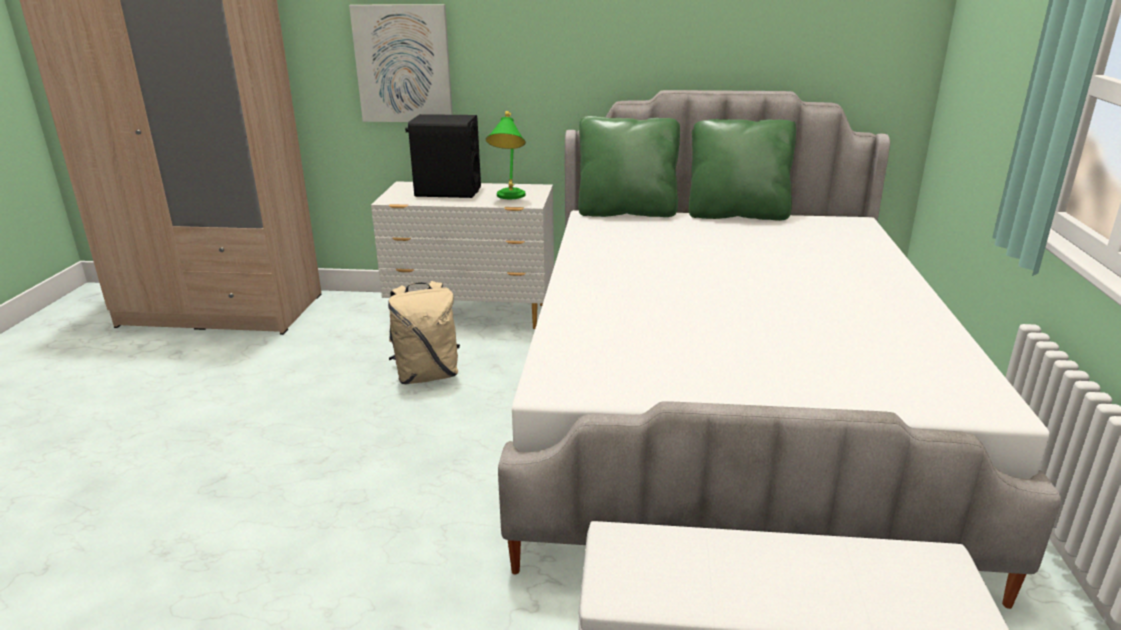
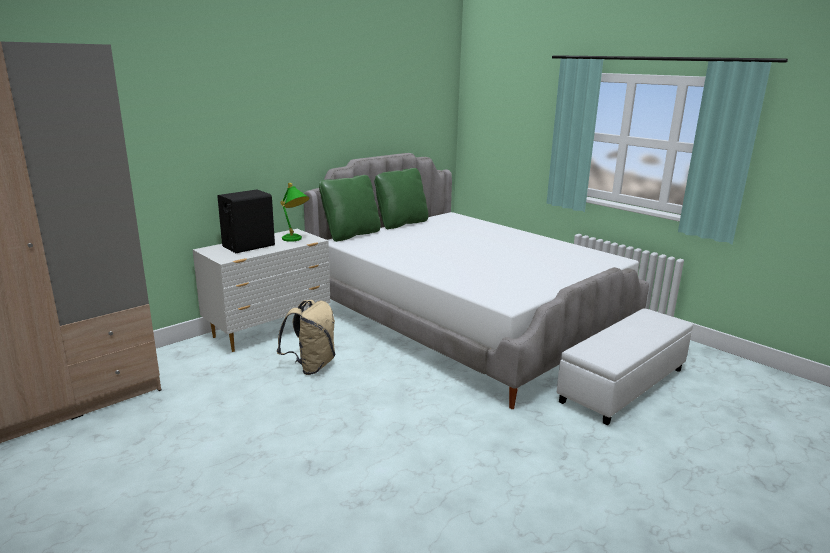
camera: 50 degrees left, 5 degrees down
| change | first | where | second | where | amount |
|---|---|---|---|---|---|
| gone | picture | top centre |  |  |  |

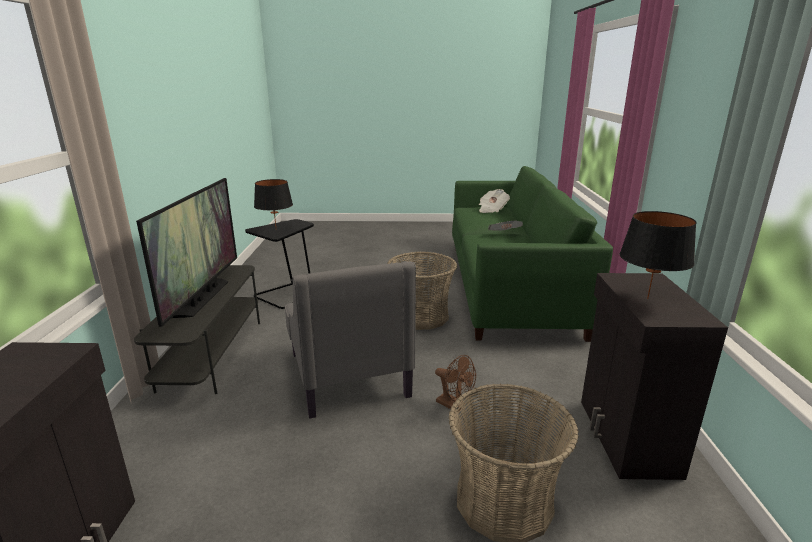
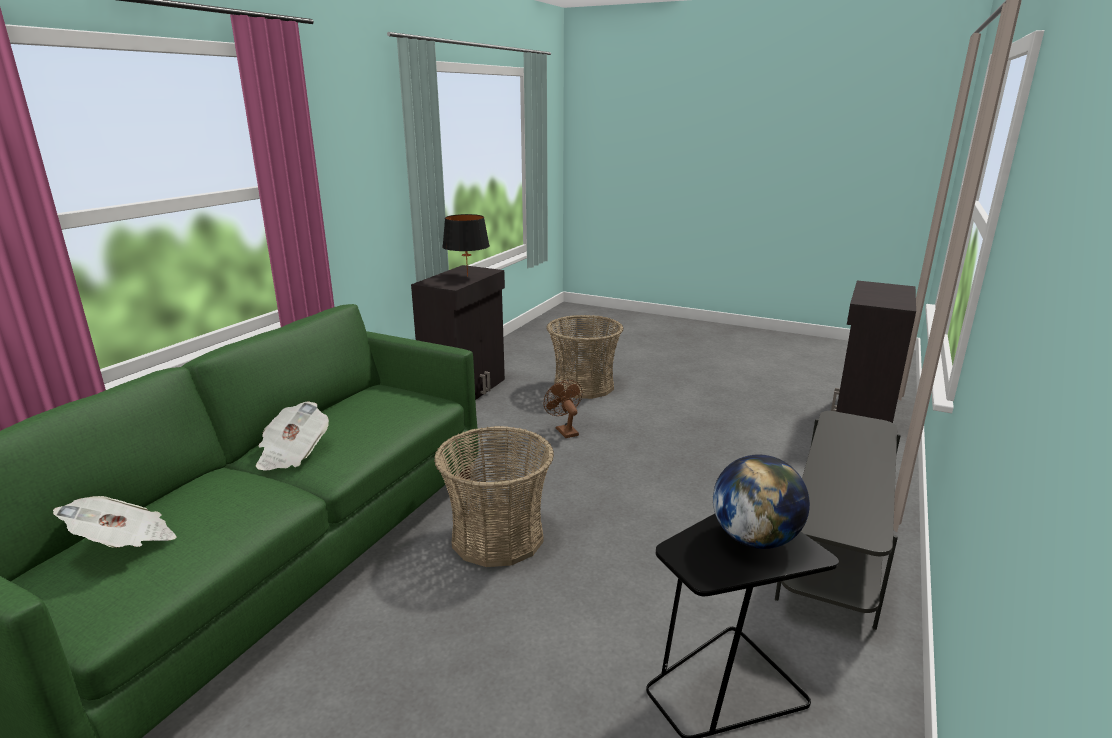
camera: 155 degrees left, 0 degrees up
| change | first | where | second | where | amount |
|---|---|---|---|---|---|
| gone | television | middle left |  |  |  |
| gone | grey armchair | centre |  |  |  |
| swapped | black table lamp (no. 1 from left) | centre | globe | bottom right |  |

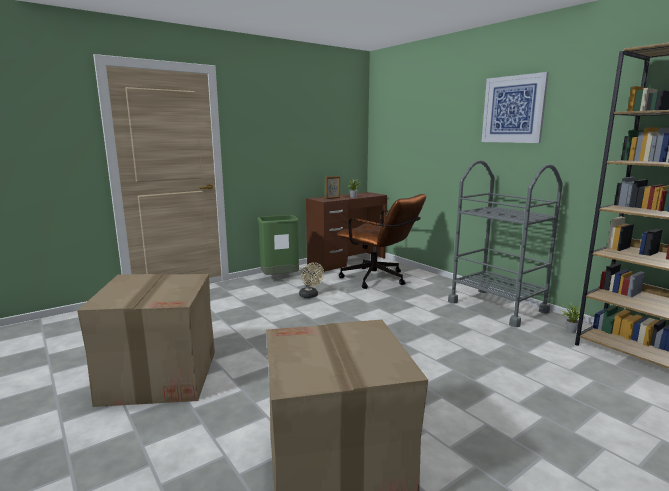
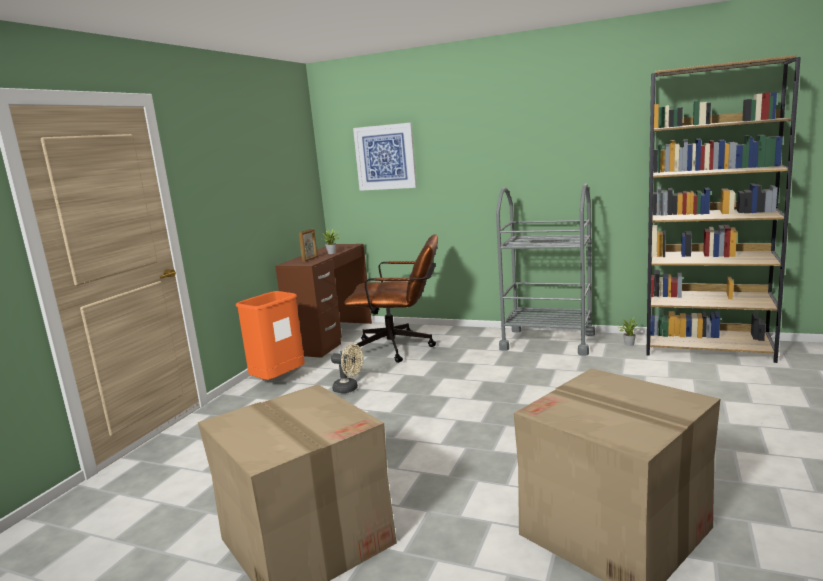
camera: 30 degrees left, 0 degrees up
| change | first | where | second | where | amount |
|---|---|---|---|---|---|
| shifted | picture | top right |  | top centre |  |
| repainted | green trash can | centre | orange trash can | middle left |  |

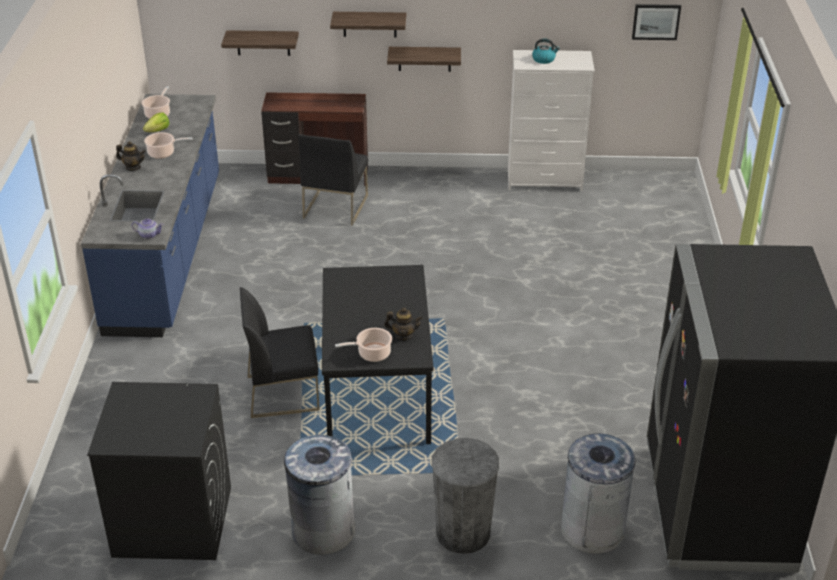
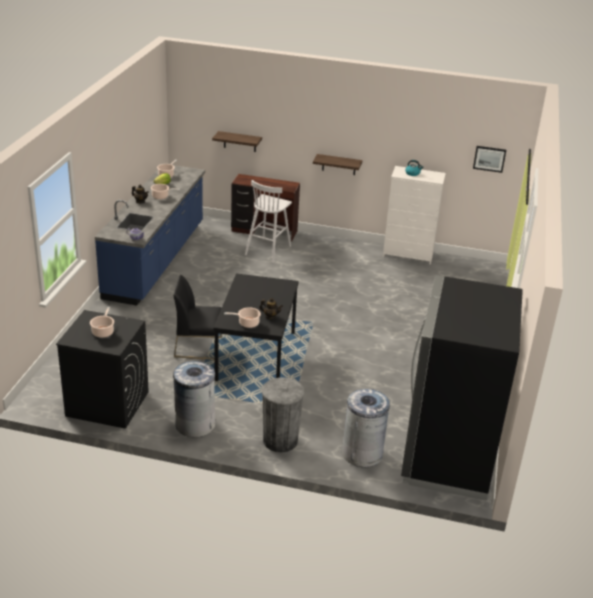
camera: 10 degrees right, 5 degrees down
| change | first | where | second | where | amount |
|---|---|---|---|---|---|
| gone | shelf (no. 2 from left) | top centre |  |  |  |
| new |  |  | cooking pot (no. 1 from left) | middle left |  |
| swapped | black chair (no. 2 from left) | top centre | white stool | centre |  |

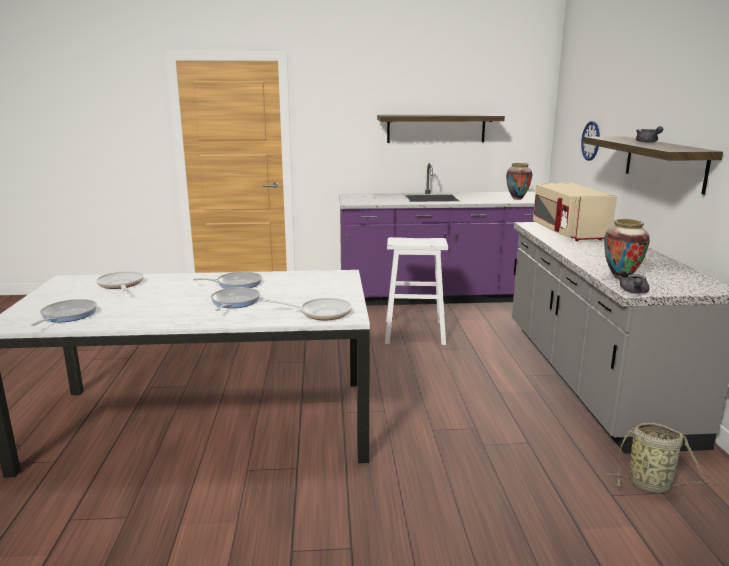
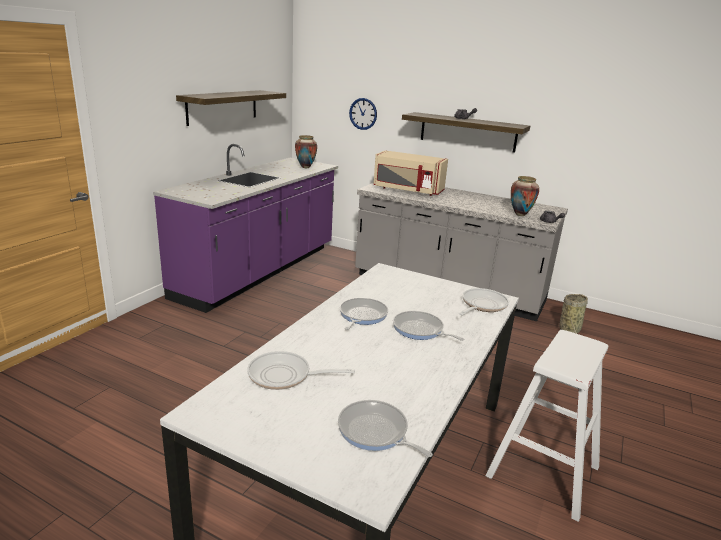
camera: 60 degrees left, 5 degrees up
| change | first | where | second | where | amount |
|---|---|---|---|---|---|
| shifted | white stool | centre |  | bottom right |  |

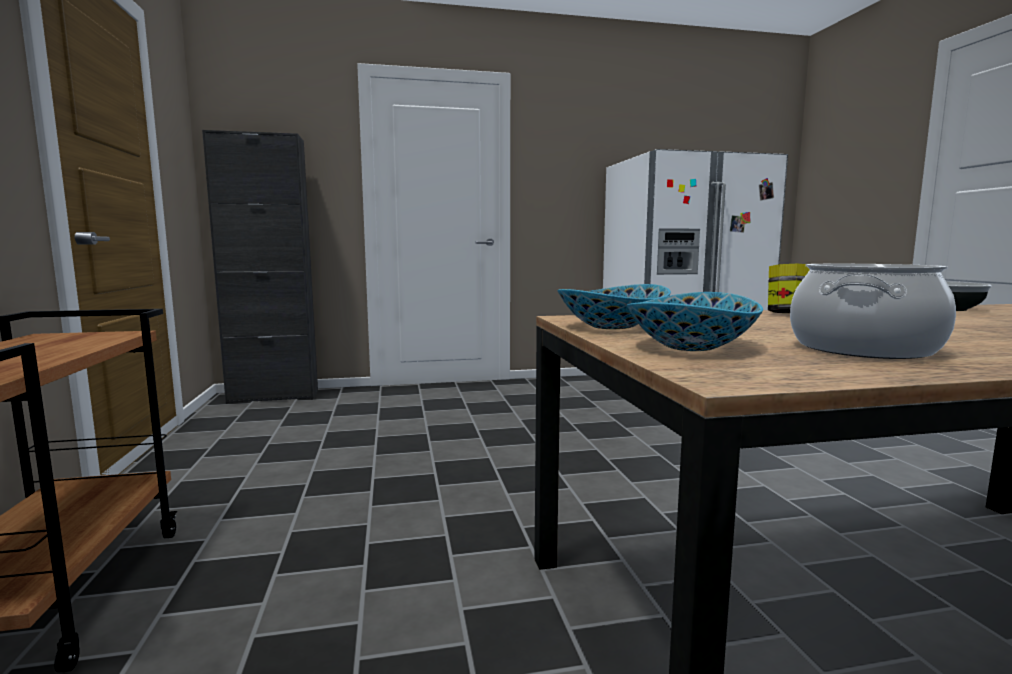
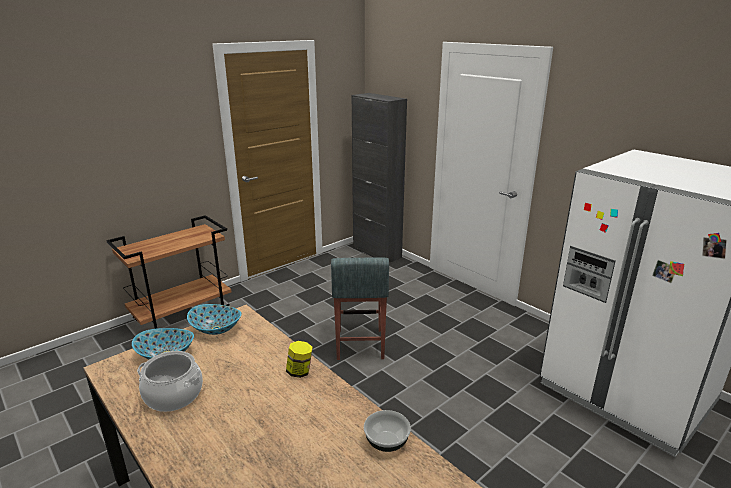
camera: 60 degrees right, 15 degrees up
| change | first | where | second | where | amount |
|---|---|---|---|---|---|
| new |  |  | grey stool | centre |  |

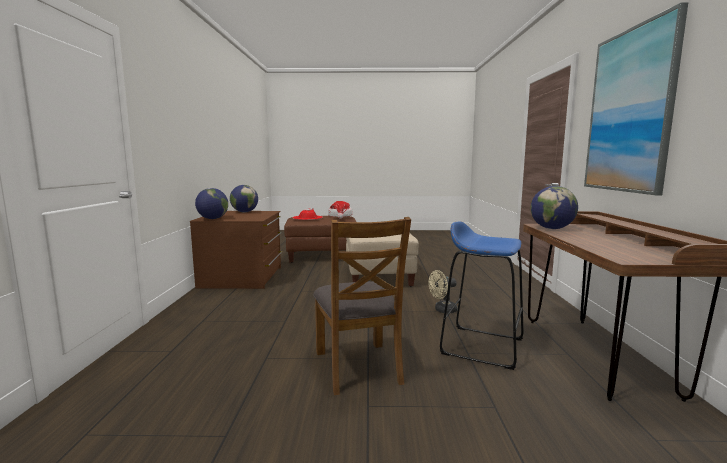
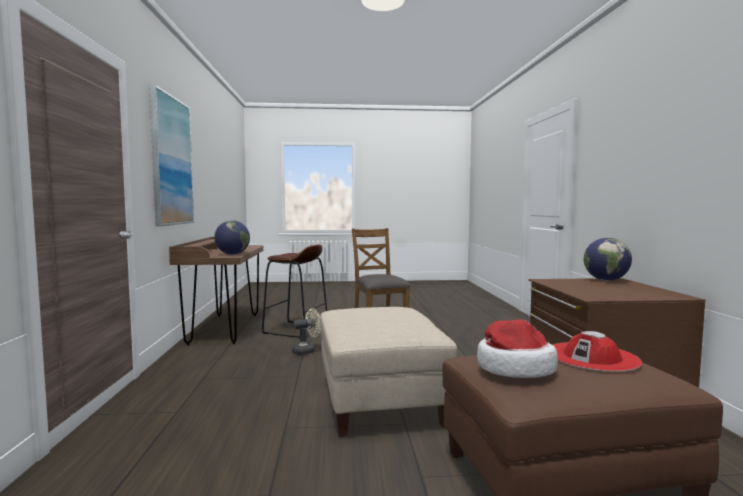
camera: 175 degrees right, 5 degrees down
| change | first | where | second | where | amount |
|---|---|---|---|---|---|
| gone | globe (no. 2 from left) | centre |  |  |  |
| repainted | blue stool | centre | brown stool | centre |  |

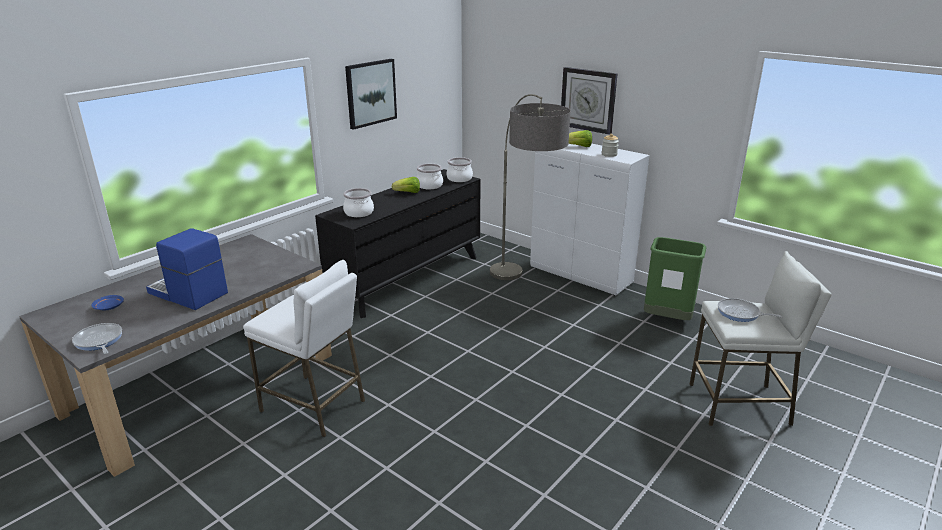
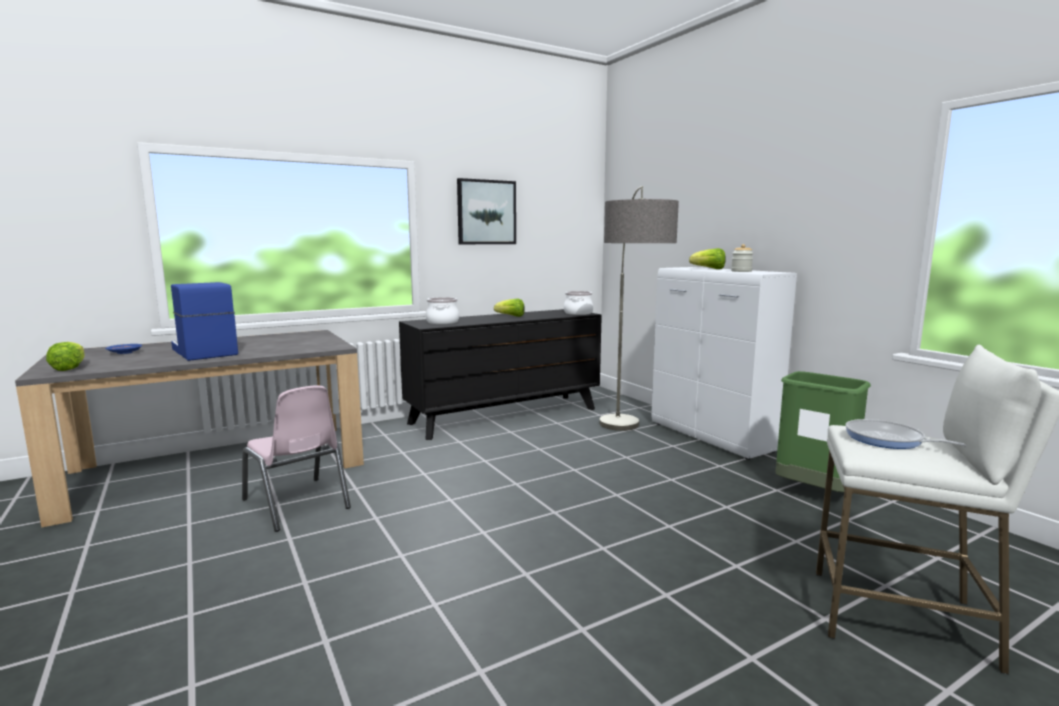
camera: 20 degrees right, 15 degrees down
| change | first | where | second | where | amount |
|---|---|---|---|---|---|
| gone | cooking pot (no. 2 from left) | top centre |  |  |  |
| gone | wall clock | top centre |  |  |  |
| swapped | frying pan (no. 1 from left) | middle left | lettuce (no. 1 from left) | middle left |  |
| swapped | white stool (no. 1 from left) | middle left | pink chair | middle left |  |

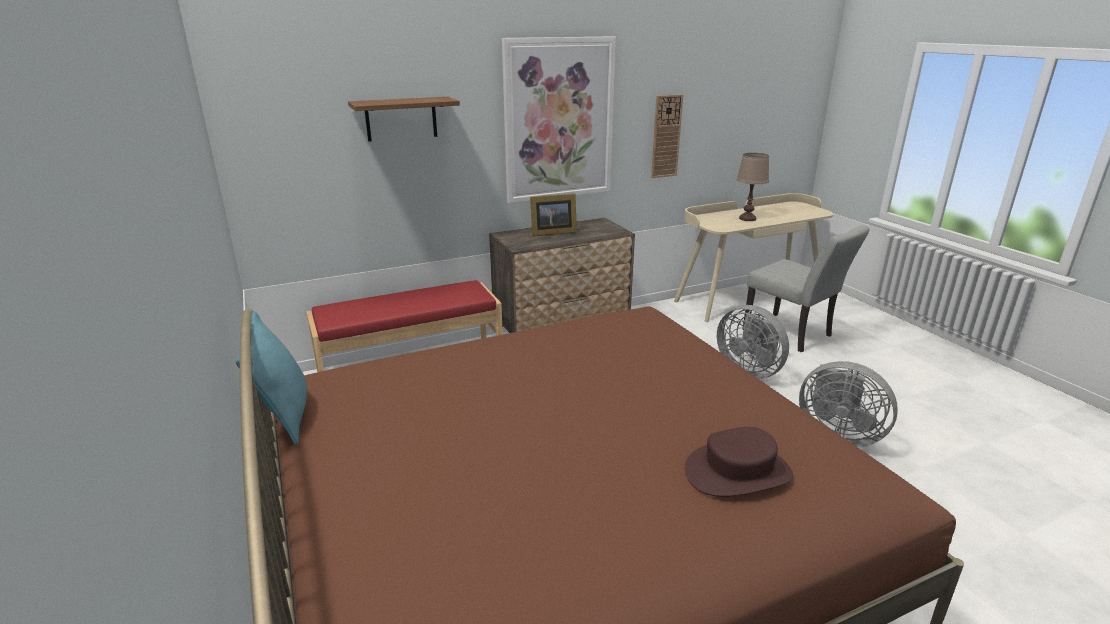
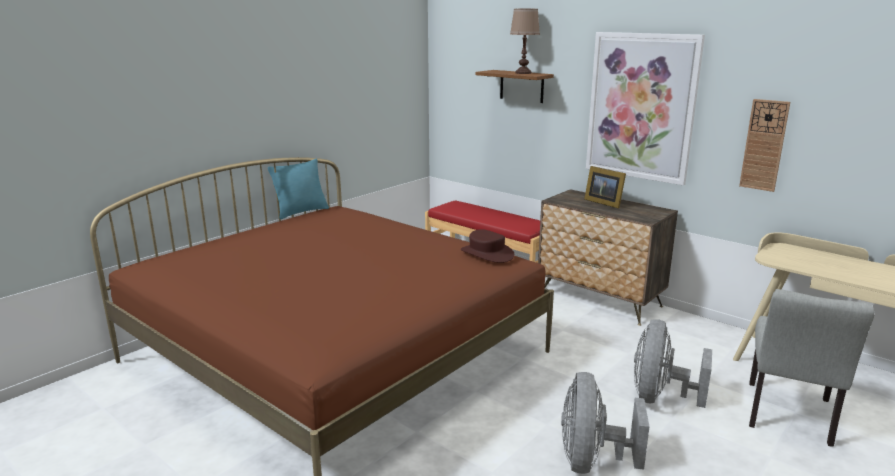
camera: 65 degrees right, 5 degrees down
| change | first | where | second | where | amount |
|---|---|---|---|---|---|
| shifted | brown hat | bottom centre |  | centre |  |
| shifted | brown table lamp | top right |  | top centre |  |

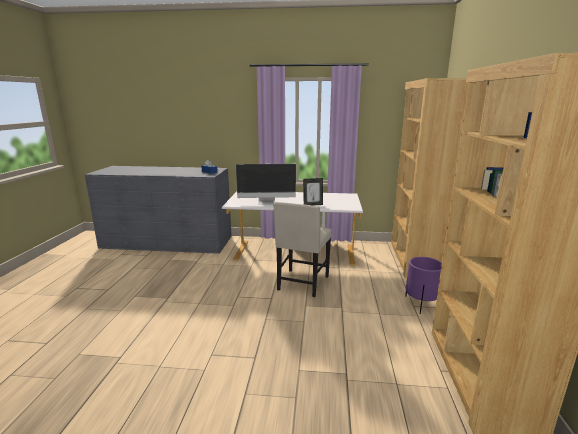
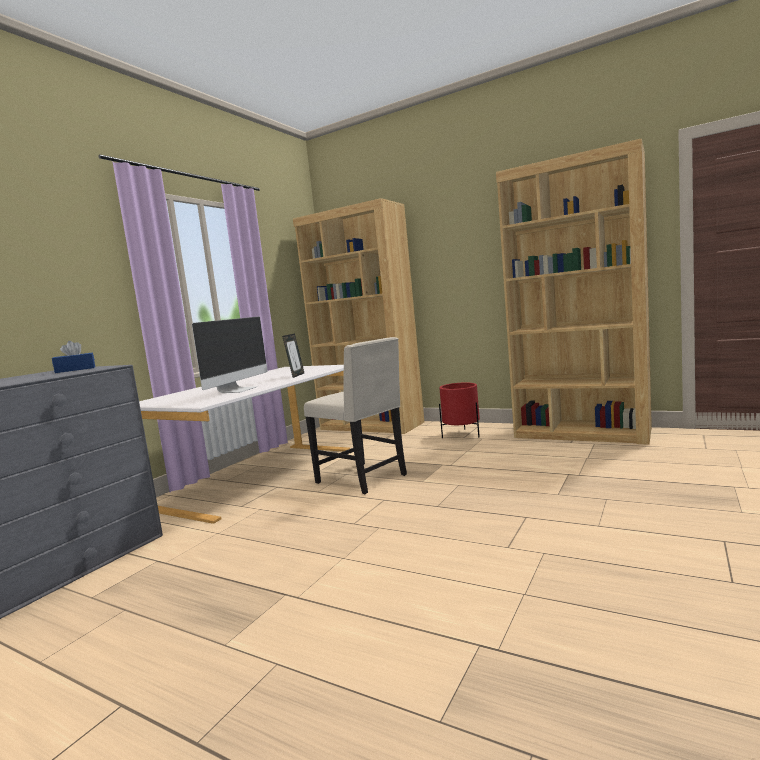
camera: 65 degrees left, 10 degrees down
| change | first | where | second | where | amount |
|---|---|---|---|---|---|
| repainted | purple planter | middle right | red planter | centre |  |

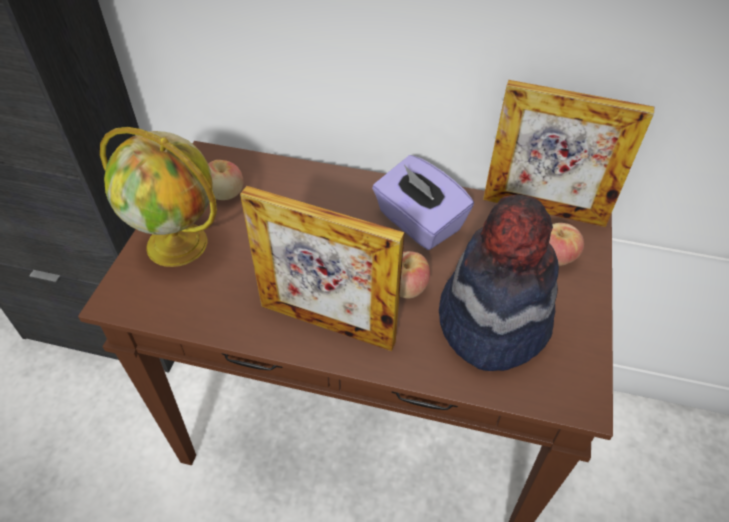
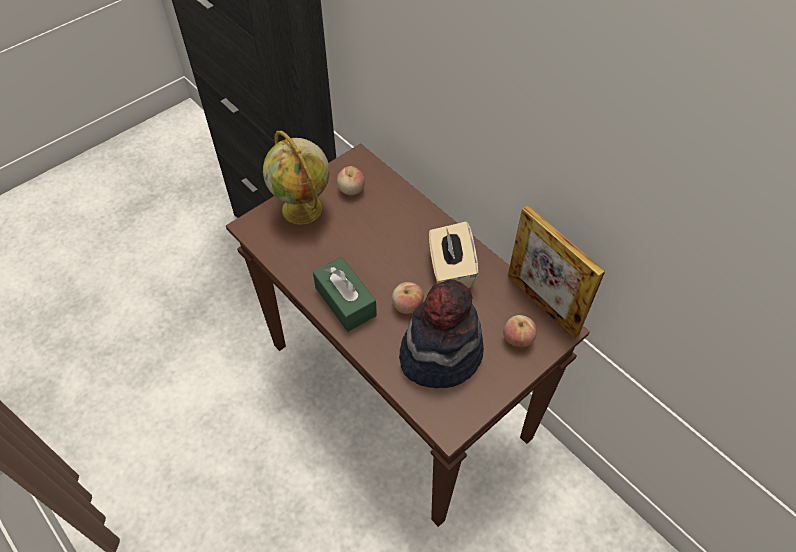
camera: 35 degrees right, 5 degrees up
| change | first | where | second | where | amount |
|---|---|---|---|---|---|
| swapped | picture frame (no. 1 from left) | centre | green tissue box | centre |  |
| repainted | purple tissue box | centre | beige tissue box | centre |  |

